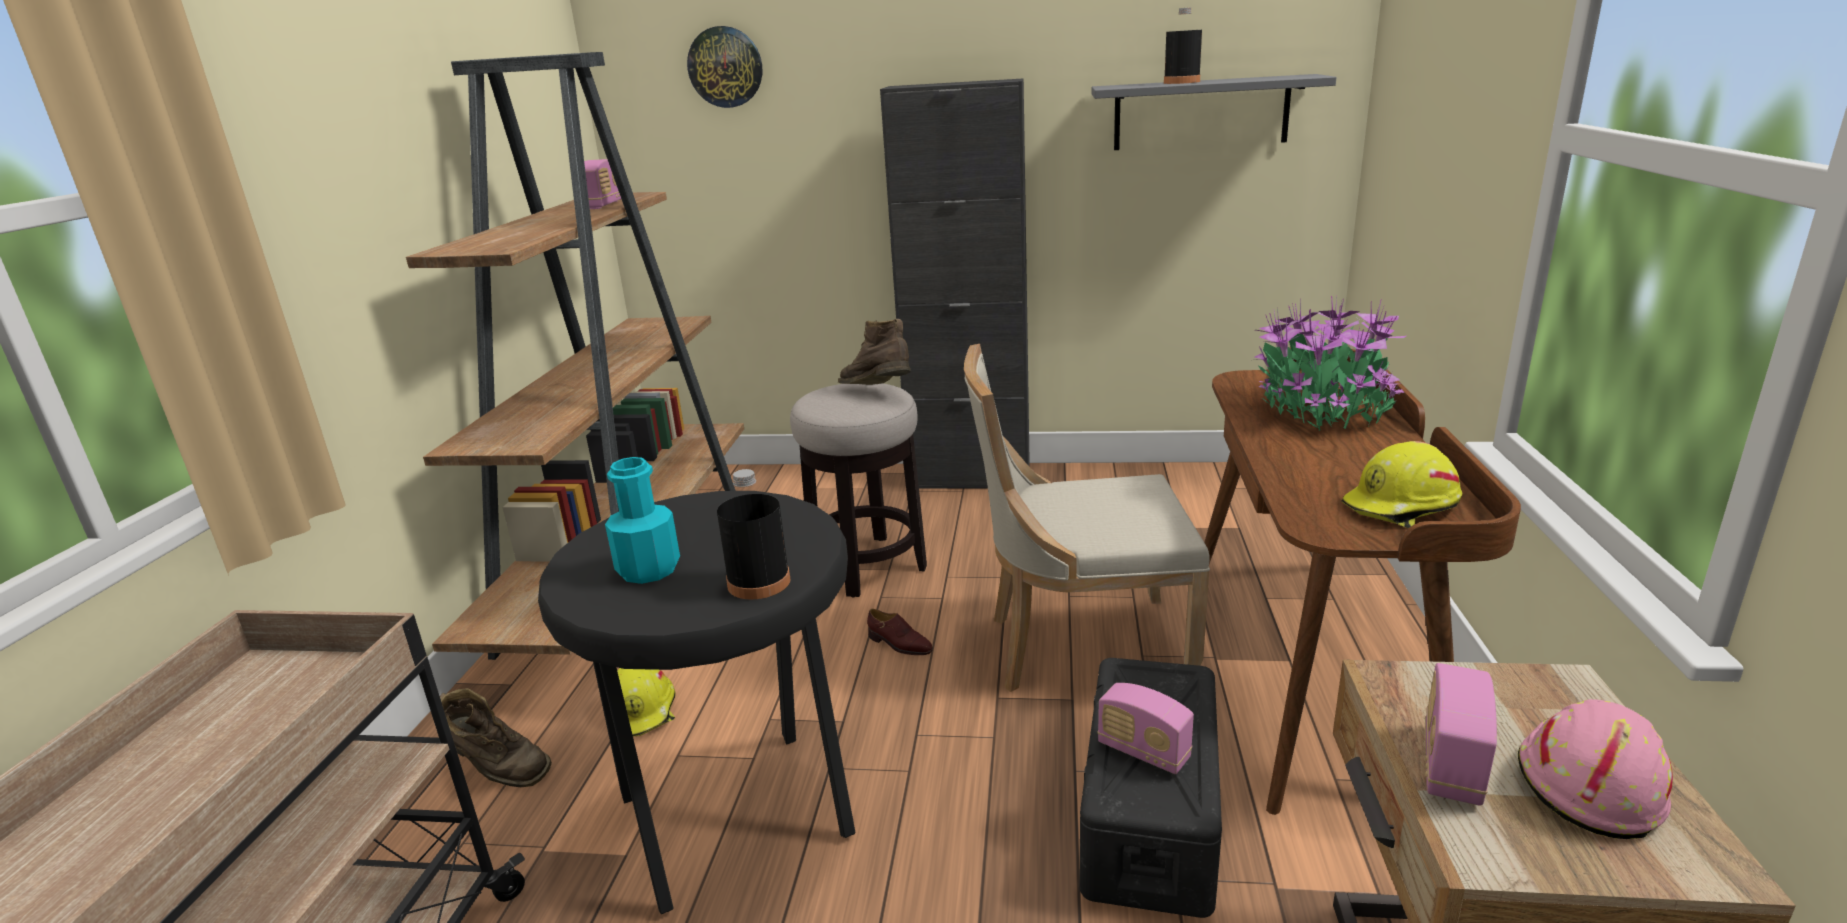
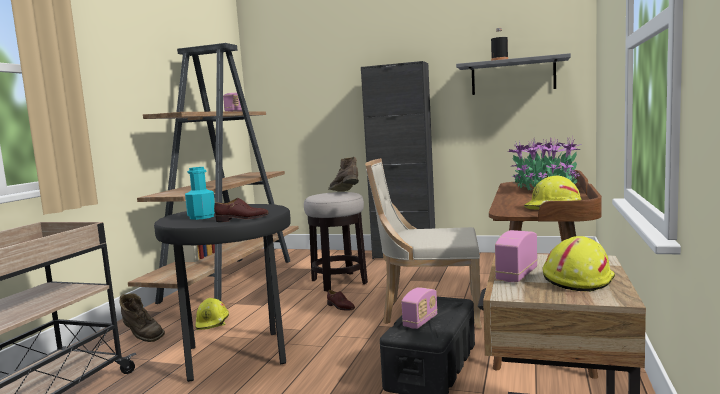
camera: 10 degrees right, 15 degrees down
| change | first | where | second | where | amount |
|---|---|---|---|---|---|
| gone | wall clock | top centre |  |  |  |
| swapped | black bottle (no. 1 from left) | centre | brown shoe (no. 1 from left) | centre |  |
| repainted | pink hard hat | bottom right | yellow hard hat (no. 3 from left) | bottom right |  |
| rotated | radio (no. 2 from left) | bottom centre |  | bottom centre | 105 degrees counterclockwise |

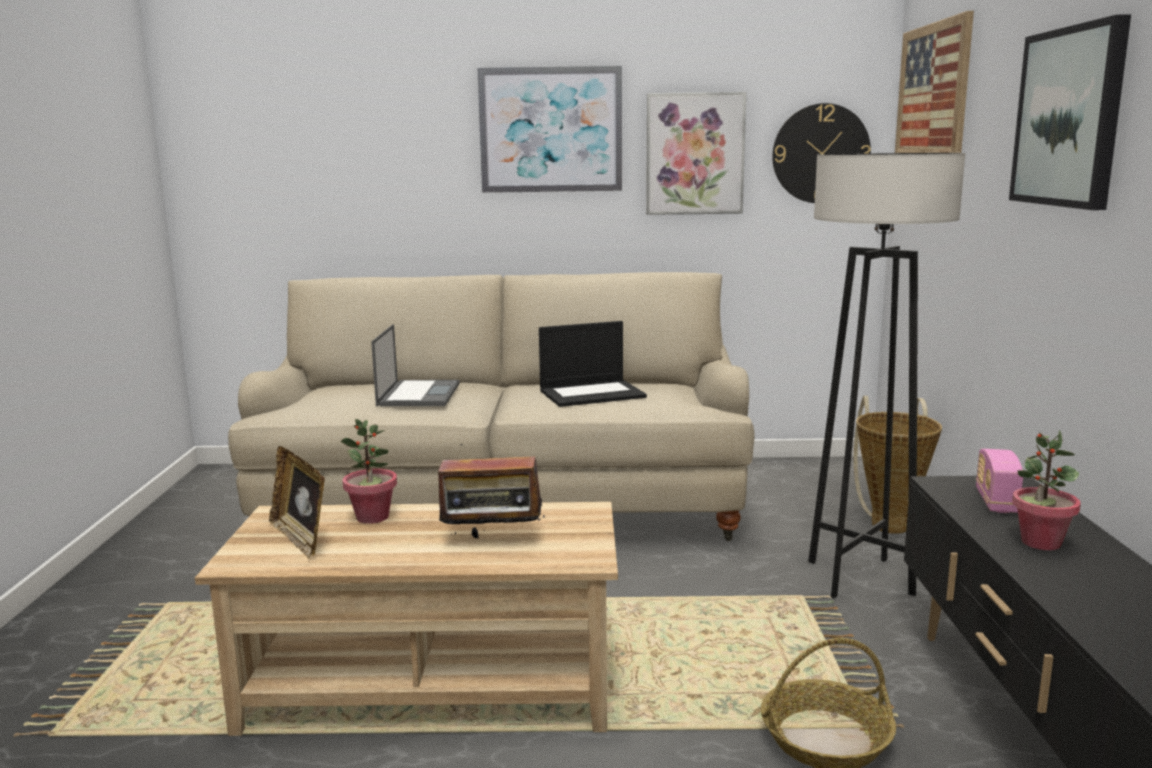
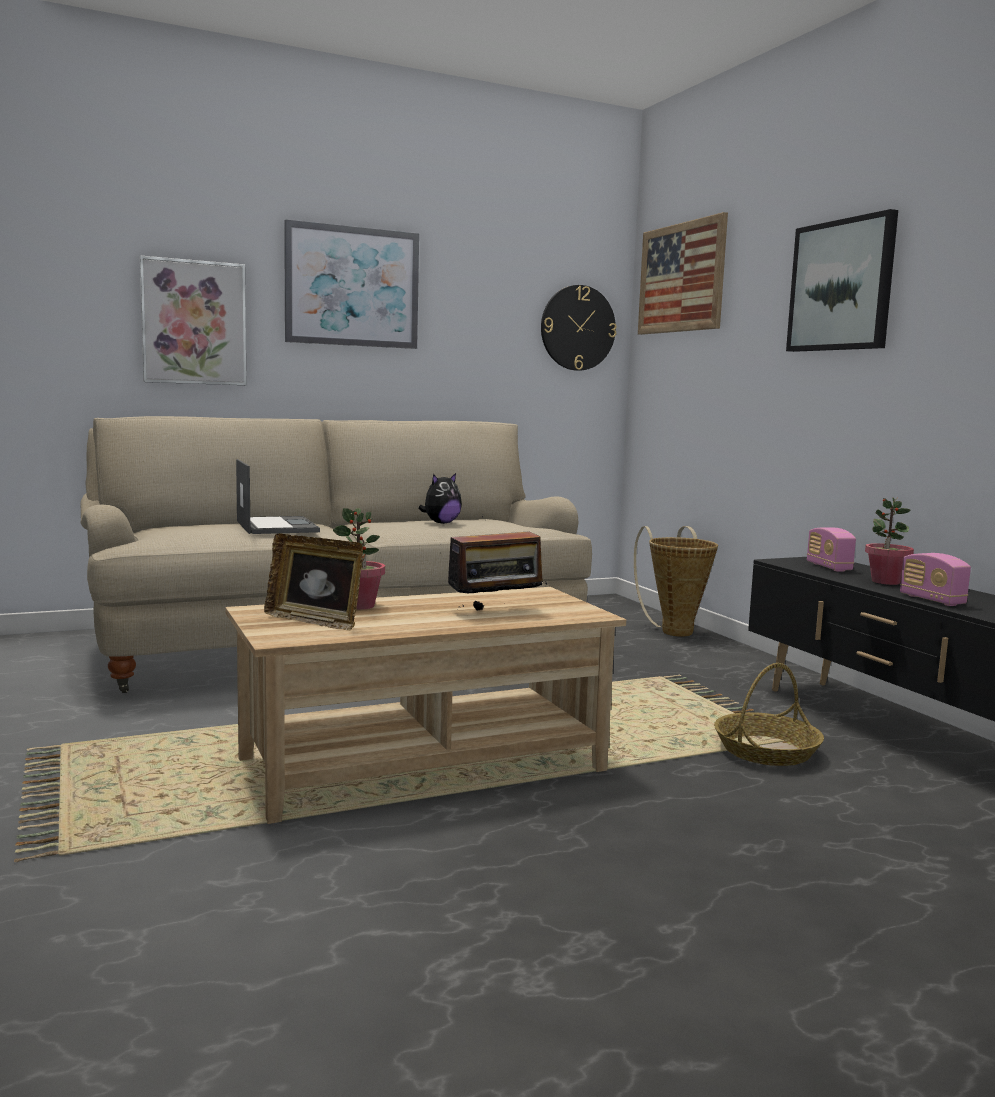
camera: 25 degrees left, 5 degrees down
| change | first | where | second | where | amount |
|---|---|---|---|---|---|
| gone | grey floor lamp | middle right |  |  |  |
| new |  |  | radio (no. 3 from left) | middle right |  |
| shifted | picture (no. 2 from left in the first image) | top centre | picture (no. 1 from left) | top left |  |
| swapped | laptop (no. 2 from left) | centre | plush toy | centre |  |

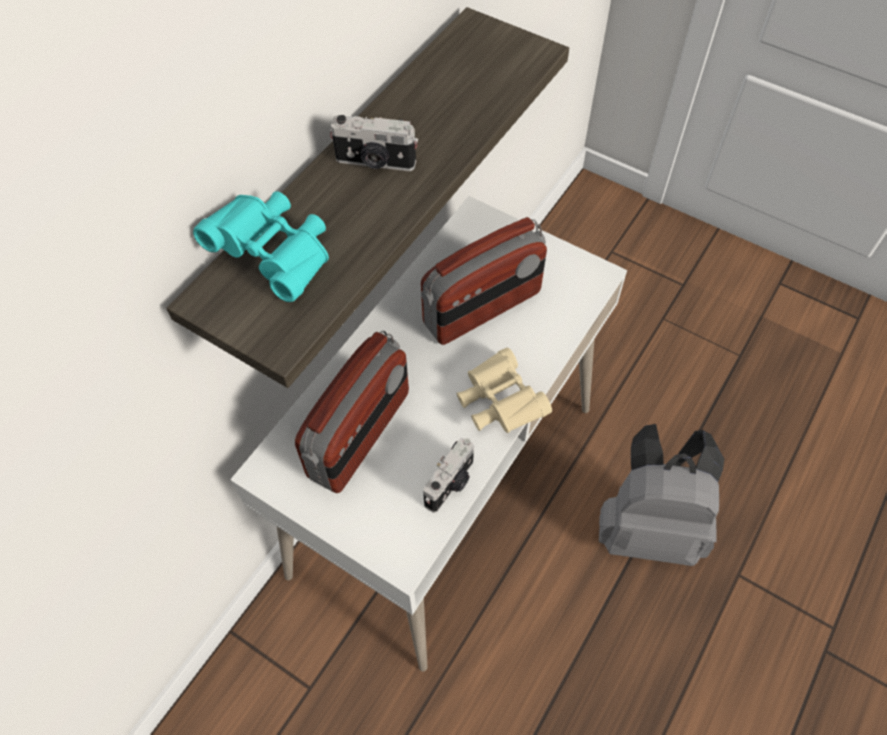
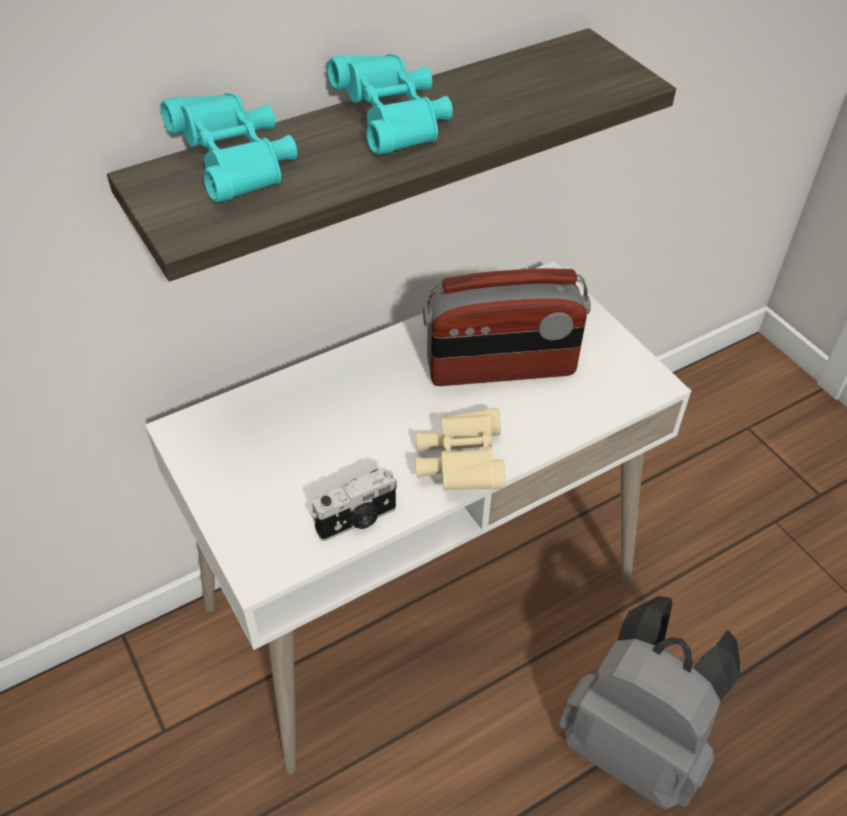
camera: 25 degrees right, 10 degrees down
| change | first | where | second | where | amount |
|---|---|---|---|---|---|
| gone | radio (no. 1 from left) | centre |  |  |  |
| swapped | photo camera (no. 1 from left) | top centre | turquoise binoculars (no. 2 from left) | top centre |  |

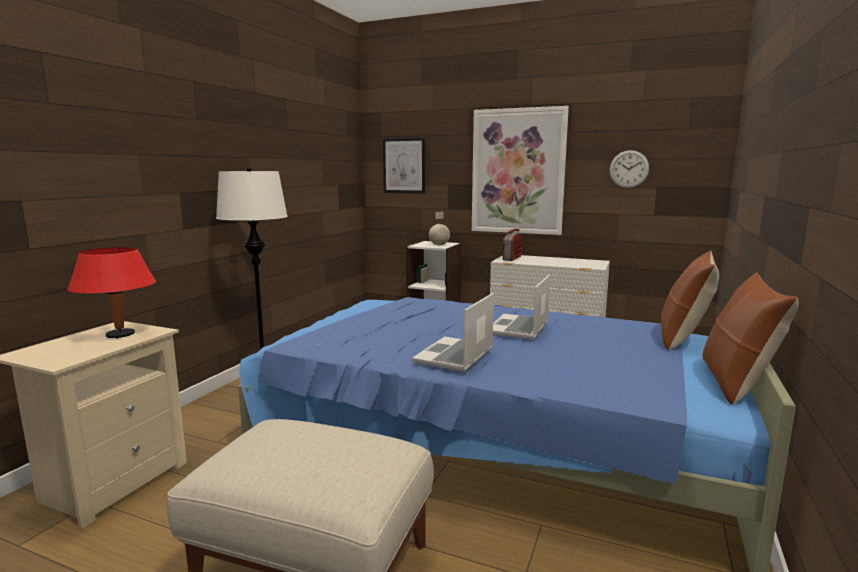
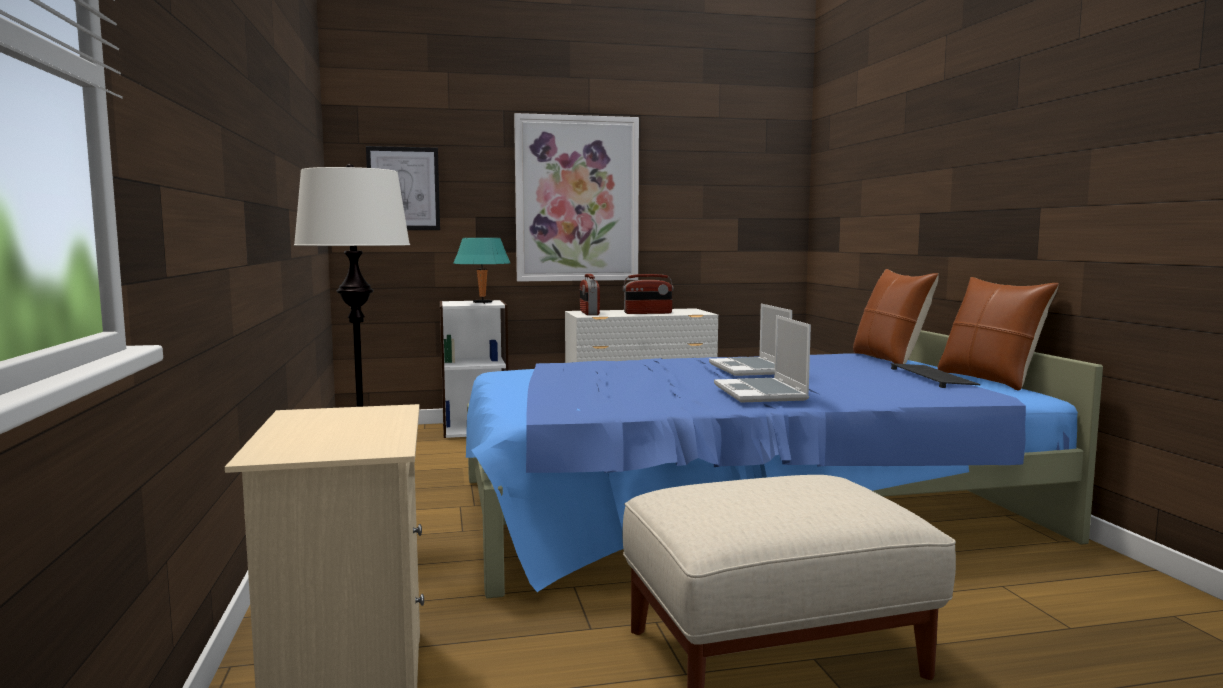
camera: 35 degrees left, 5 degrees down
| change | first | where | second | where | amount |
|---|---|---|---|---|---|
| gone | red table lamp | middle left |  |  |  |
| gone | wall clock | top right |  |  |  |
| new |  |  | radio (no. 2 from left) | centre |  |
| new |  |  | keyboard | middle right |  |
| swapped | globe | centre | turquoise table lamp | centre |  |

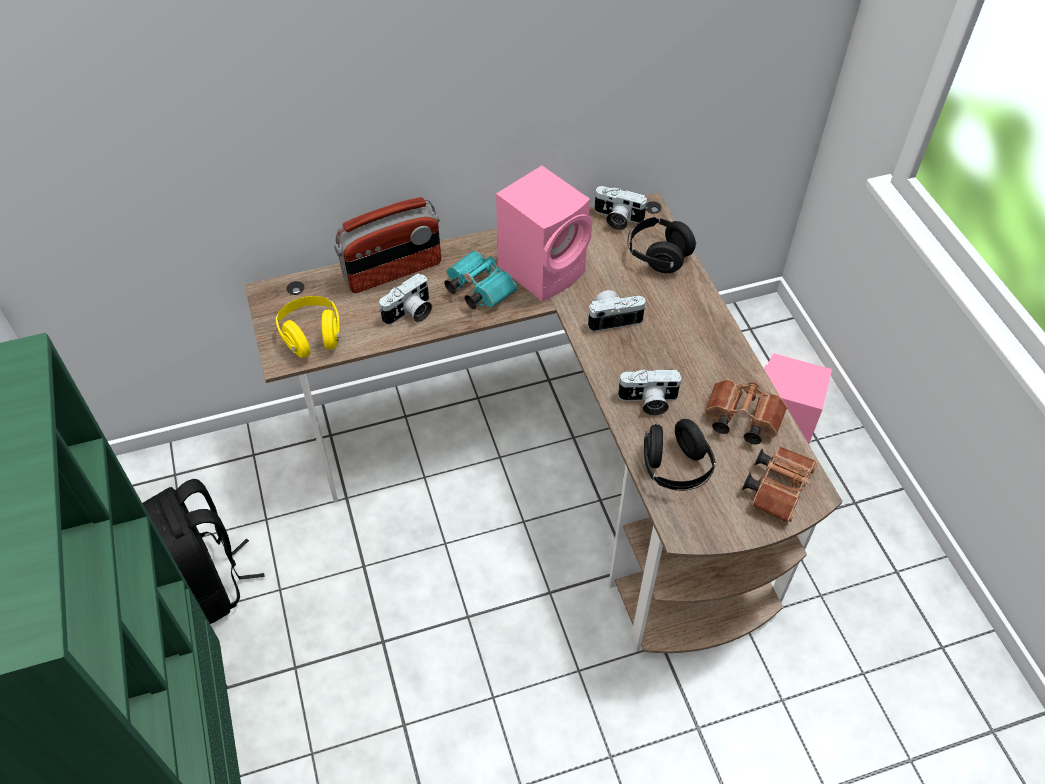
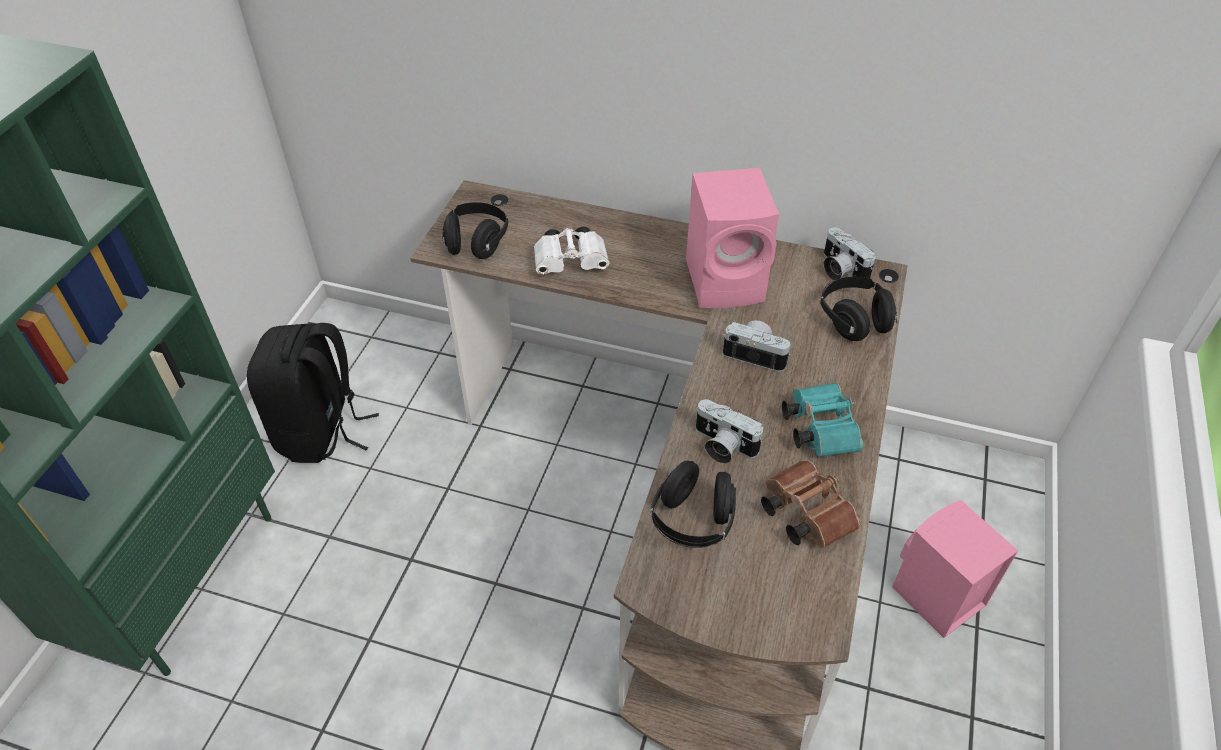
camera: 35 degrees right, 5 degrees down
| change | first | where | second | where | amount |
|---|---|---|---|---|---|
| gone | radio | top centre |  |  |  |
| gone | brown binoculars (no. 2 from left) | middle right |  |  |  |
| shifted | turquoise binoculars | centre |  | middle right |  |
| swapped | photo camera (no. 1 from left) | centre | white binoculars | centre |  |
| repainted | yellow headphones | middle left | black headphones (no. 1 from left) | top centre |  |

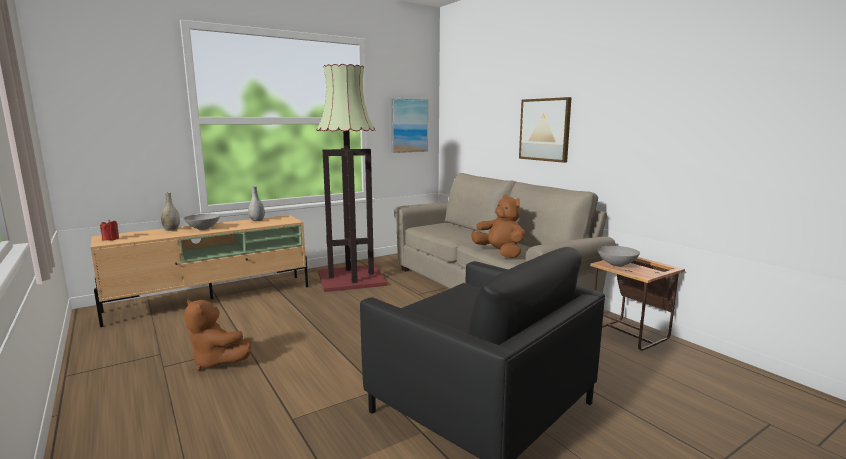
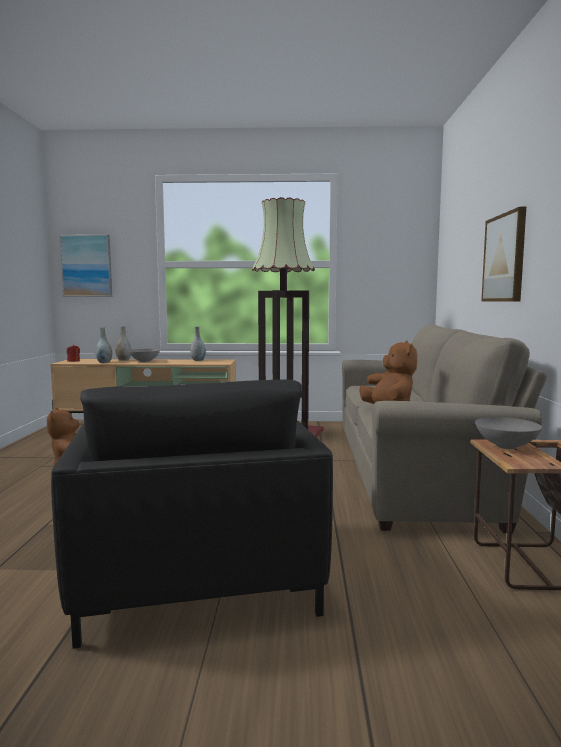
camera: 35 degrees right, 5 degrees down
| change | first | where | second | where | amount |
|---|---|---|---|---|---|
| new |  |  | grey vase (no. 1 from left) | middle left |  |
| shifted | picture (no. 1 from left) | top centre |  | middle left |  |

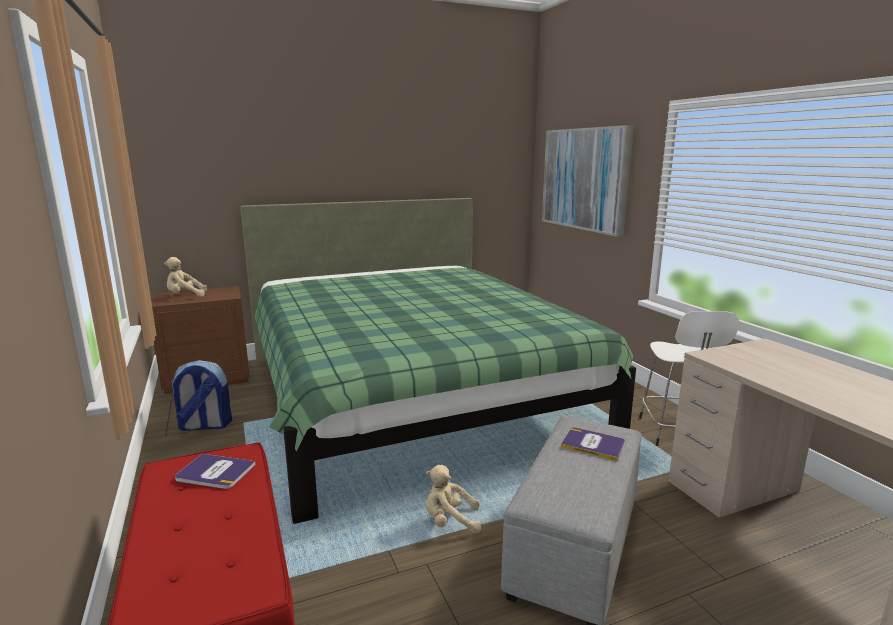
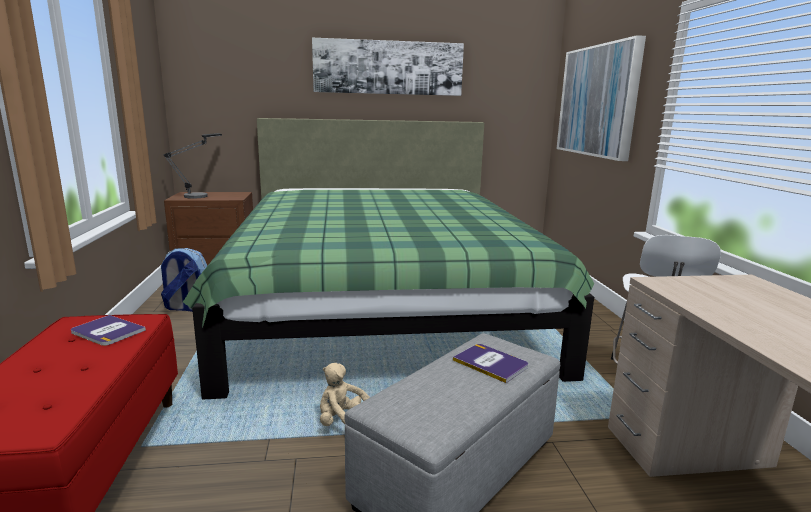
camera: 15 degrees right, 0 degrees up
| change | first | where | second | where | amount |
|---|---|---|---|---|---|
| new |  |  | picture (no. 1 from left) | top centre |  |
| swapped | beige plush toy (no. 1 from left) | middle left | table lamp | top left |  |

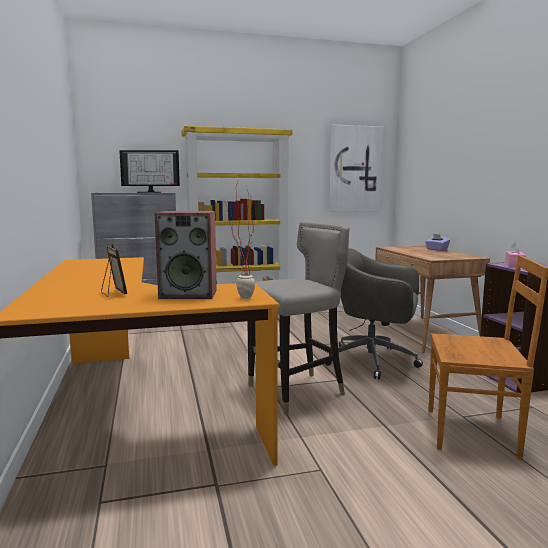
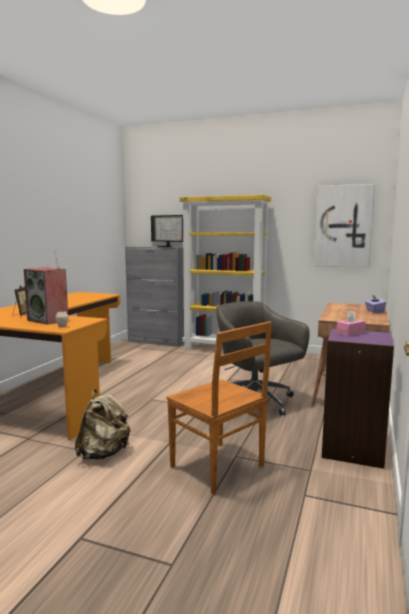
camera: 35 degrees right, 0 degrees up
| change | first | where | second | where | amount |
|---|---|---|---|---|---|
| gone | grey stool | centre |  |  |  |
| new |  |  | beige backpack | bottom left |  |

